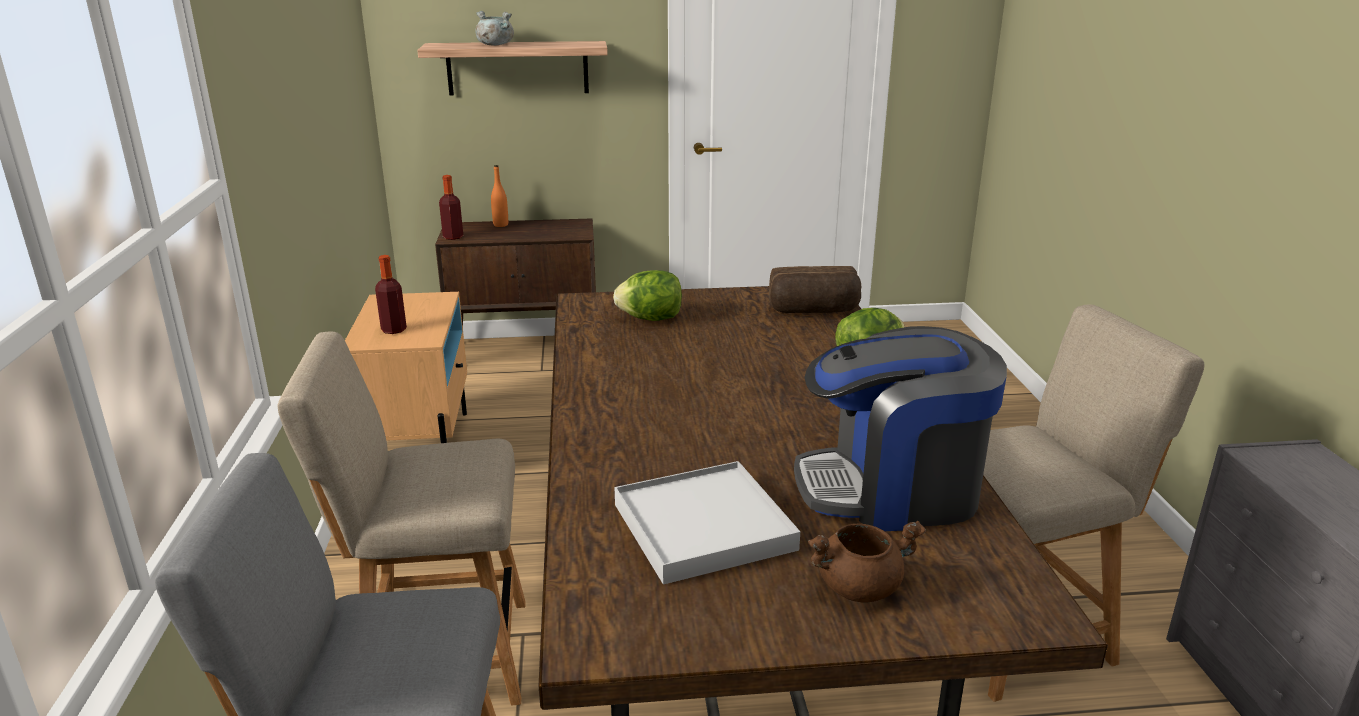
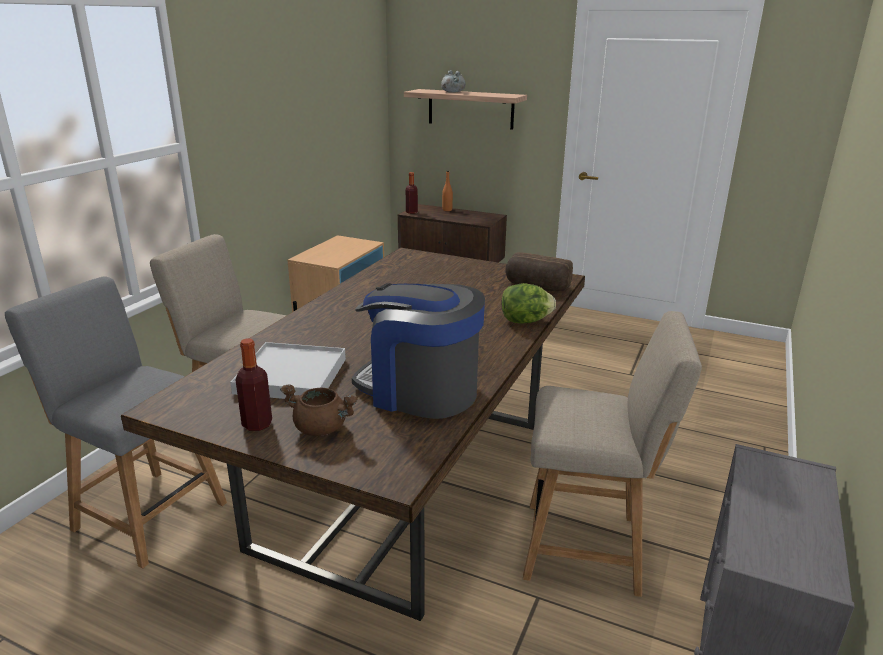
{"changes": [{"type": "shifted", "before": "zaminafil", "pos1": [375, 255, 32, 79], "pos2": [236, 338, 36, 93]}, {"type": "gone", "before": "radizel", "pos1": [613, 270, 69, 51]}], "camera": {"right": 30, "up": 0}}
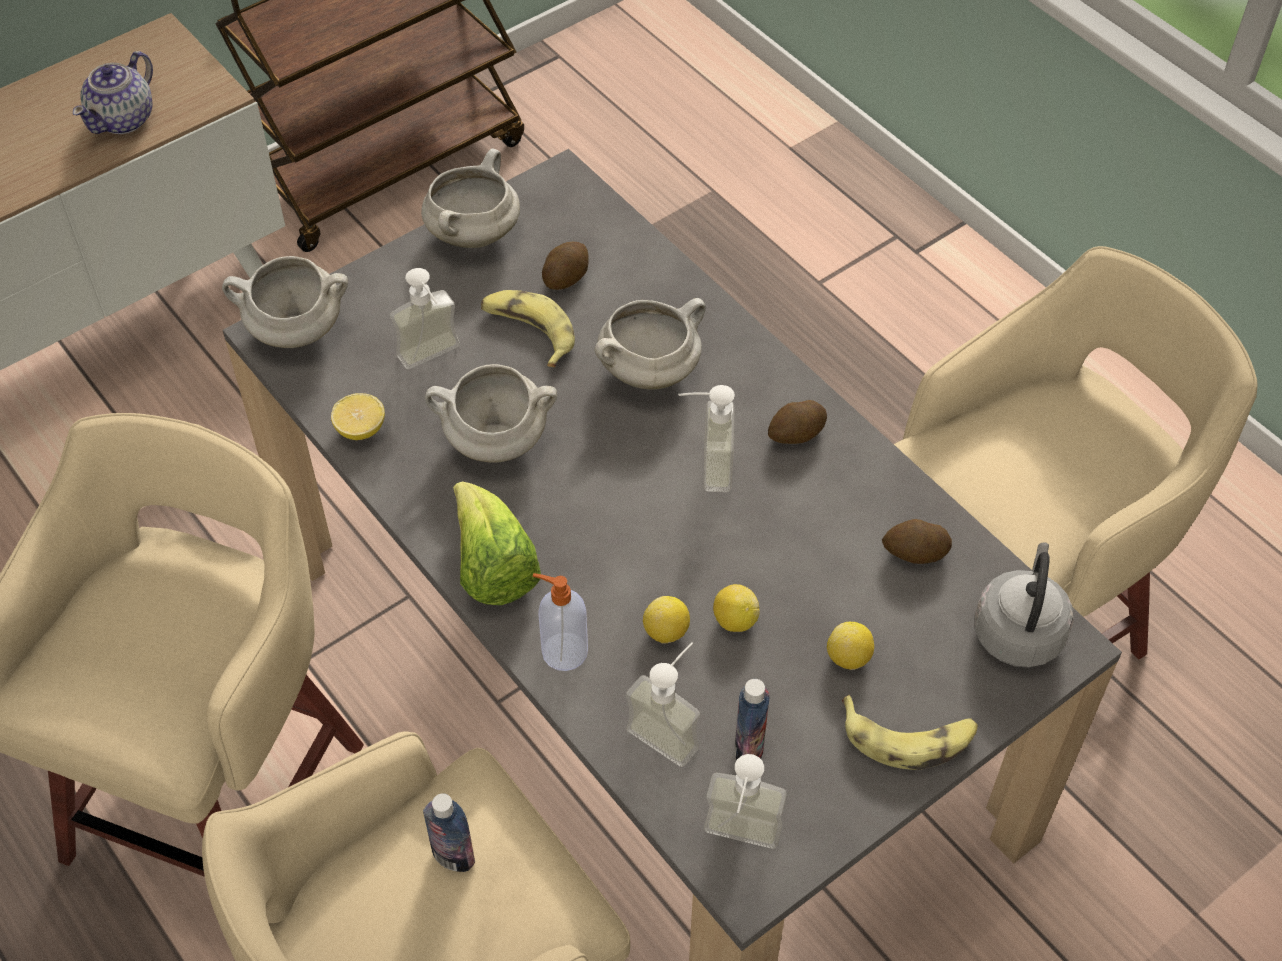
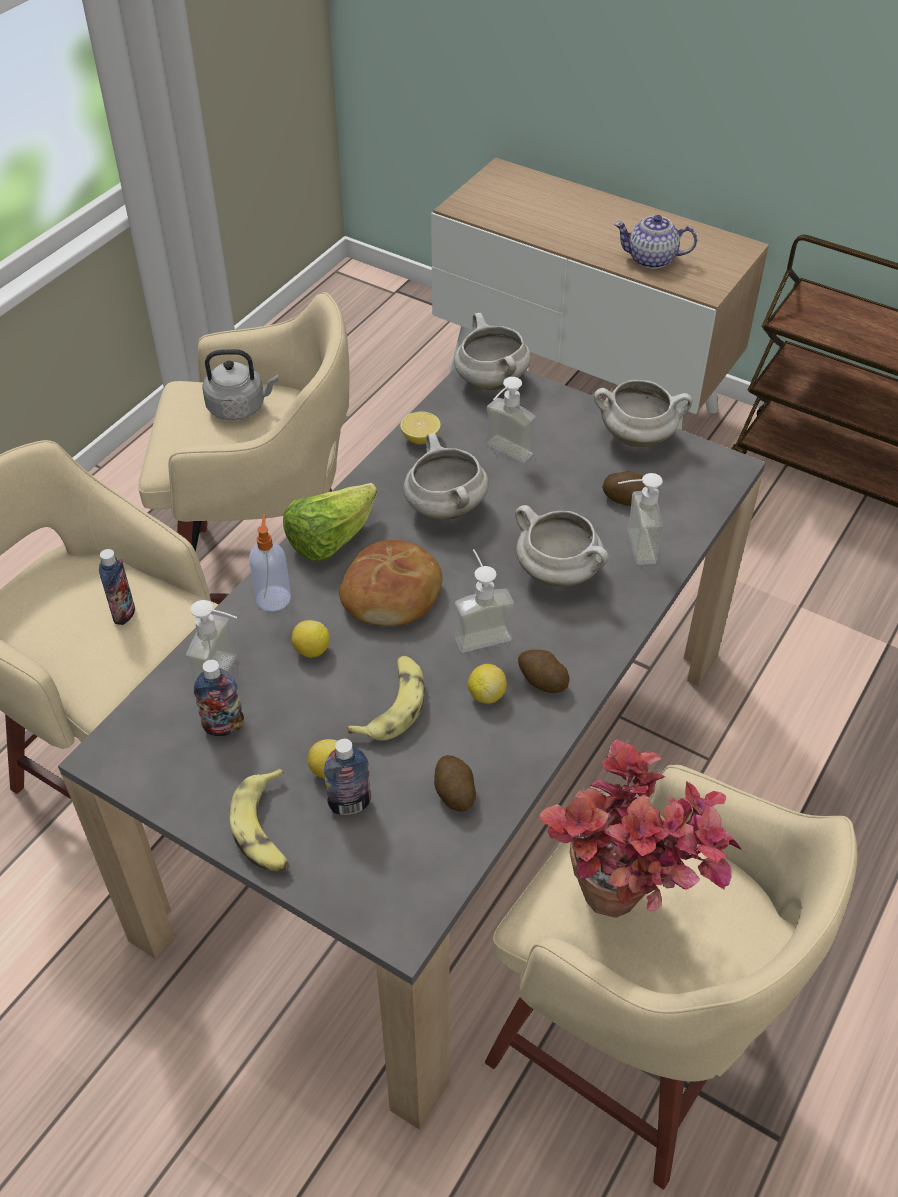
{"changes": [{"type": "shifted", "before": "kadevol", "pos1": [481, 290, 94, 78], "pos2": [347, 656, 77, 85]}, {"type": "shifted", "before": "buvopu", "pos1": [704, 754, 83, 95], "pos2": [618, 473, 45, 92]}, {"type": "shifted", "before": "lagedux", "pos1": [713, 584, 47, 48], "pos2": [468, 664, 39, 40]}, {"type": "shifted", "before": "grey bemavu", "pos1": [974, 542, 99, 125], "pos2": [202, 349, 77, 71]}, {"type": "new", "after": "zaminafil", "pos2": [324, 739, 47, 76]}, {"type": "new", "after": "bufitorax", "pos2": [339, 540, 103, 86]}, {"type": "new", "after": "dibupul", "pos2": [539, 739, 204, 179]}], "camera": {"right": 70, "up": -5}}
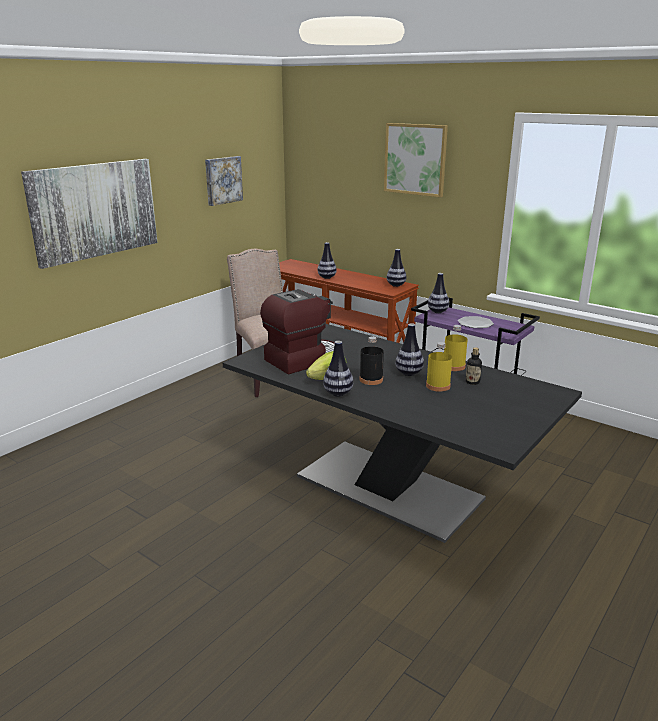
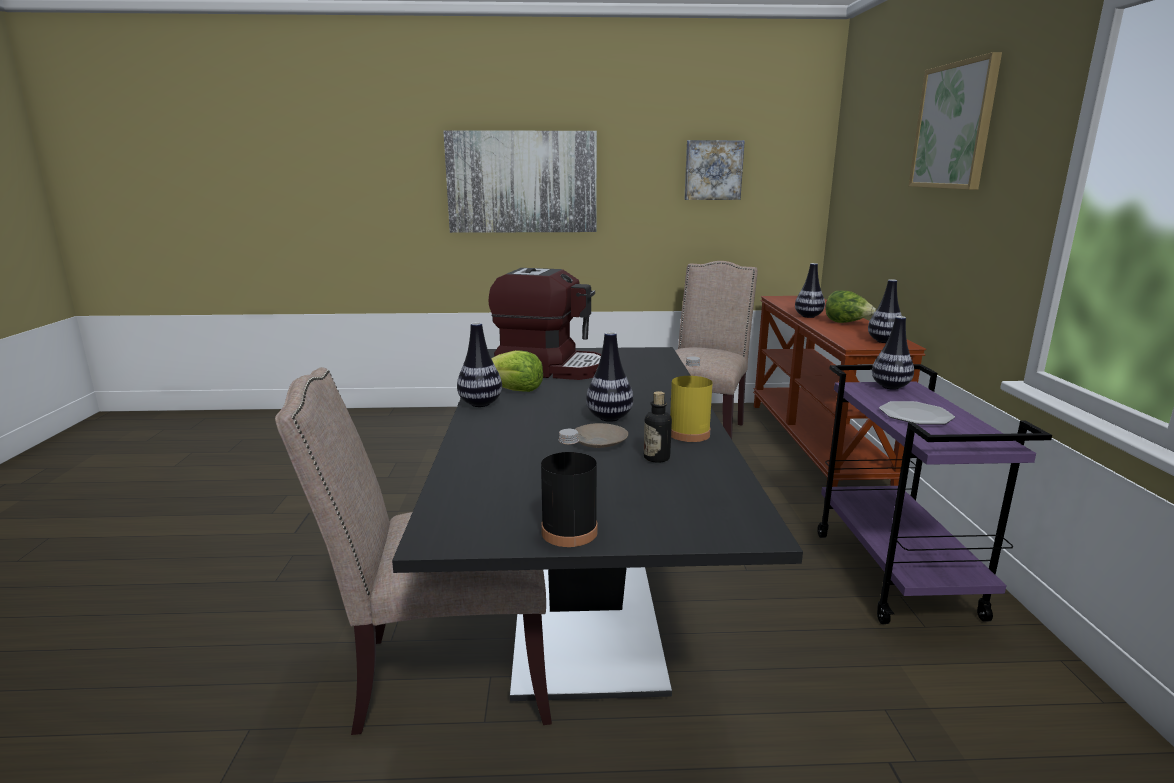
{"changes": [{"type": "shifted", "before": "black zaminafil", "pos1": [360, 336, 24, 49], "pos2": [541, 429, 57, 118]}, {"type": "swapped", "before": "yellow zaminafil", "after": "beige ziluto", "pos1": [426, 342, 26, 50], "pos2": [575, 423, 53, 25]}, {"type": "new", "after": "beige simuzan", "pos2": [275, 367, 277, 368]}, {"type": "new", "after": "radizel", "pos2": [825, 291, 51, 32]}], "camera": {"right": 50, "up": -5}}
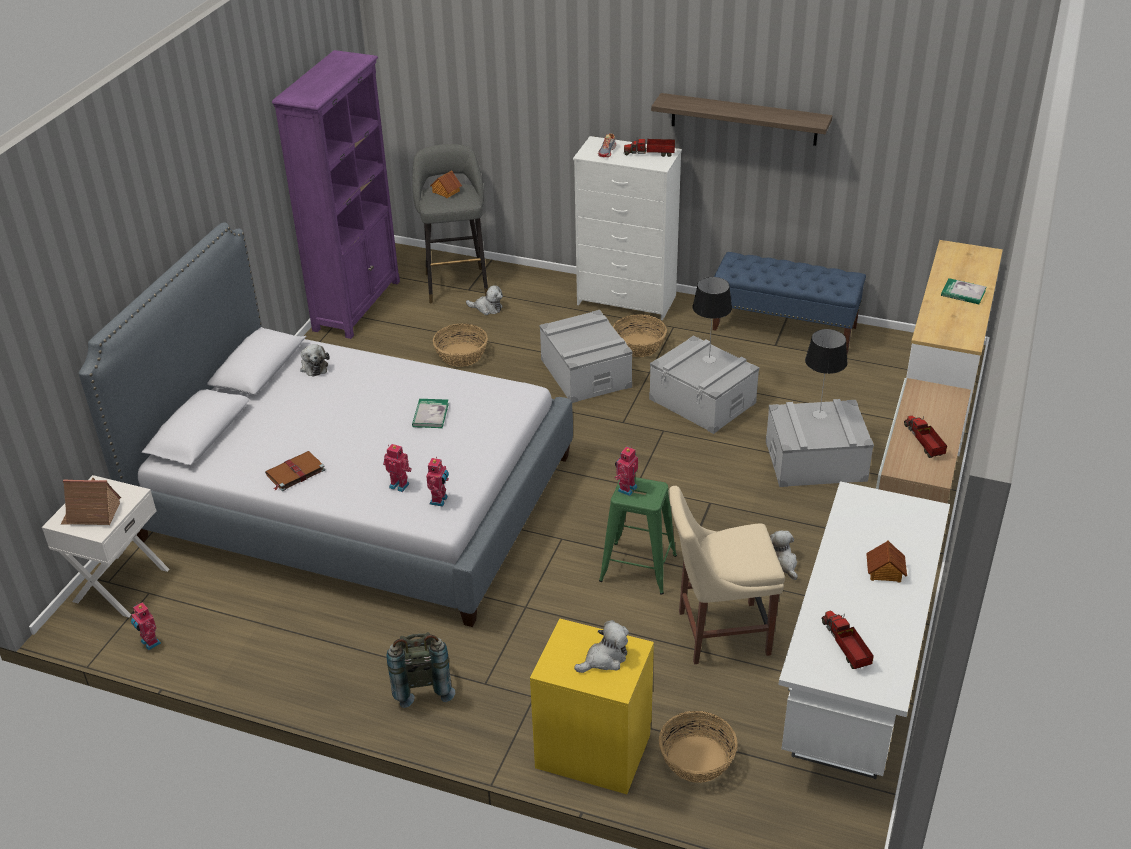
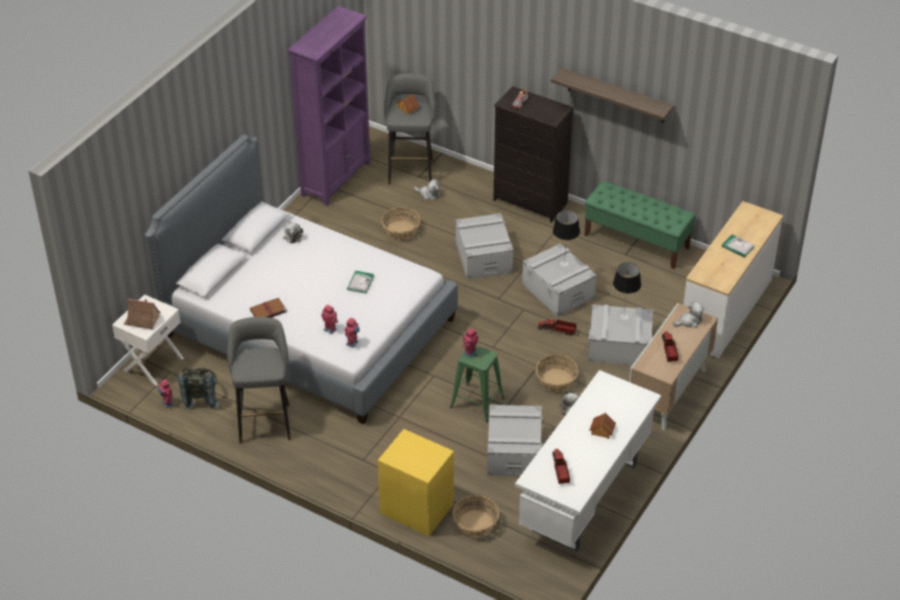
{"changes": [{"type": "shifted", "before": "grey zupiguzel", "pos1": [386, 632, 69, 76], "pos2": [178, 367, 41, 43]}, {"type": "repainted", "before": "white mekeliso", "after": "black mekeliso", "pos1": [573, 136, 109, 184], "pos2": [493, 86, 81, 136]}, {"type": "shifted", "before": "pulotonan", "pos1": [574, 620, 55, 53], "pos2": [673, 302, 31, 26]}, {"type": "shifted", "before": "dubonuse", "pos1": [613, 314, 54, 43], "pos2": [536, 355, 43, 37]}, {"type": "shifted", "before": "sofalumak", "pos1": [624, 139, 51, 18], "pos2": [538, 319, 39, 17]}, {"type": "swapped", "before": "beige simuzan", "after": "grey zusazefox", "pos1": [668, 486, 117, 178], "pos2": [487, 404, 57, 72]}, {"type": "repainted", "before": "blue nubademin", "after": "green nubademin", "pos1": [713, 252, 153, 102], "pos2": [585, 181, 111, 88]}, {"type": "new", "after": "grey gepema", "pos2": [227, 317, 64, 127]}], "camera": {"right": 10, "up": 5}}
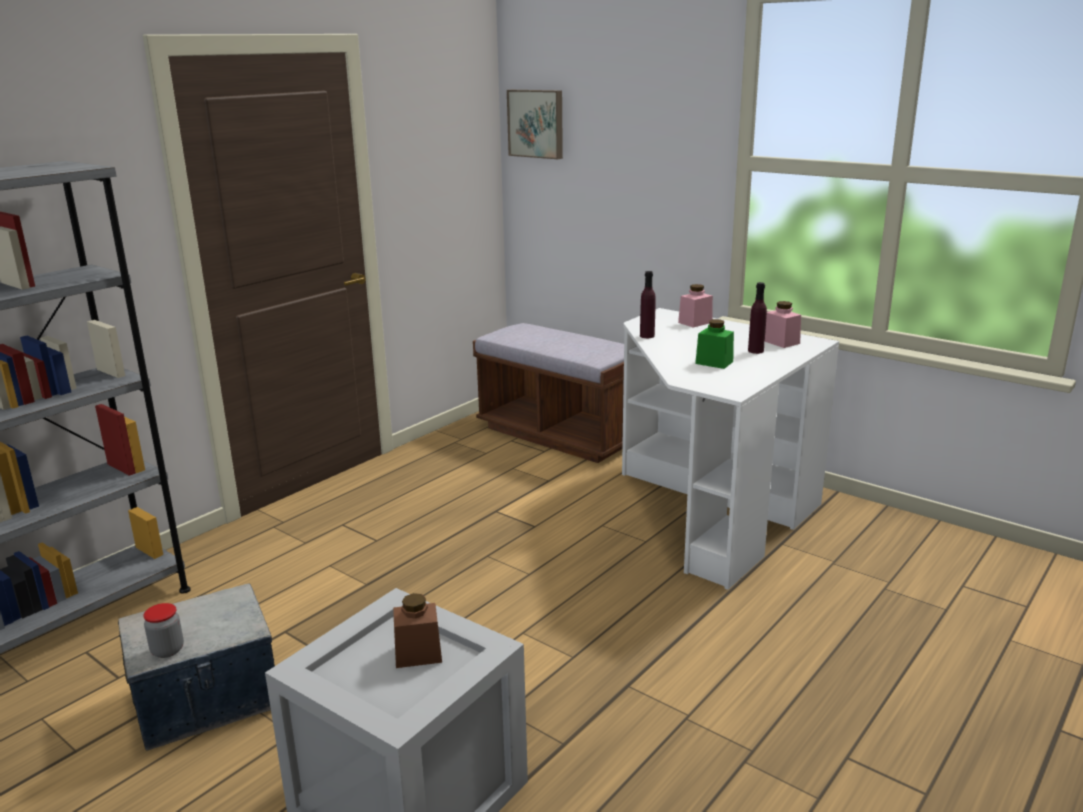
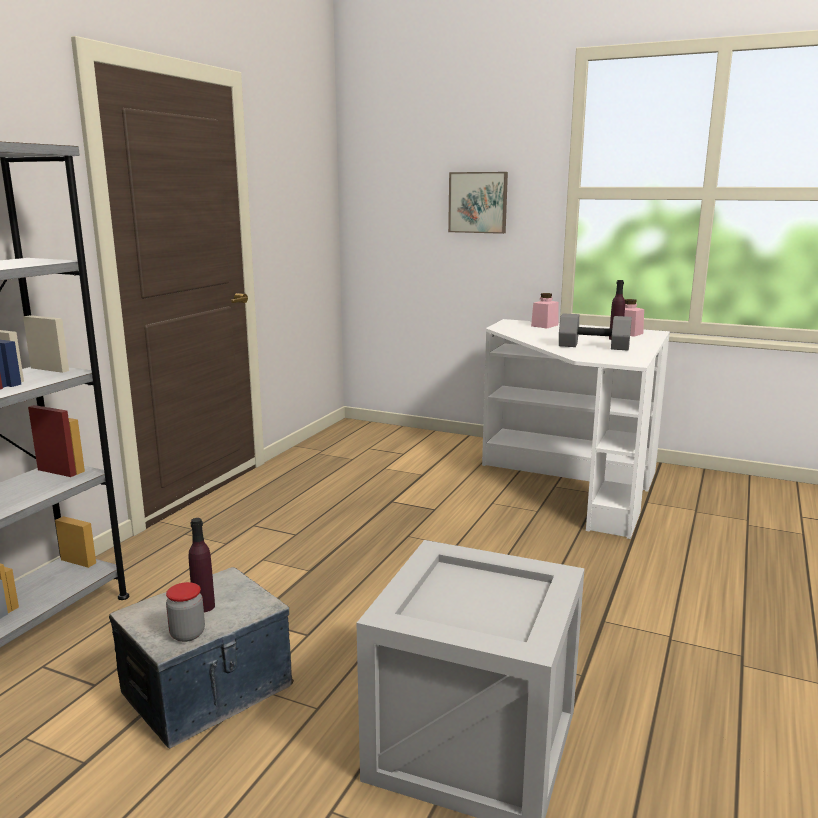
{"changes": [{"type": "gone", "before": "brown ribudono", "pos1": [393, 593, 49, 75]}, {"type": "gone", "before": "brown nubademin", "pos1": [473, 323, 151, 140]}, {"type": "shifted", "before": "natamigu", "pos1": [507, 90, 56, 69], "pos2": [448, 172, 60, 62]}, {"type": "shifted", "before": "purple zaminafil", "pos1": [640, 271, 16, 67], "pos2": [188, 518, 27, 94]}, {"type": "swapped", "before": "green ribudono", "after": "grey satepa", "pos1": [695, 319, 39, 50], "pos2": [559, 313, 73, 37]}], "camera": {"right": -15, "up": -5}}
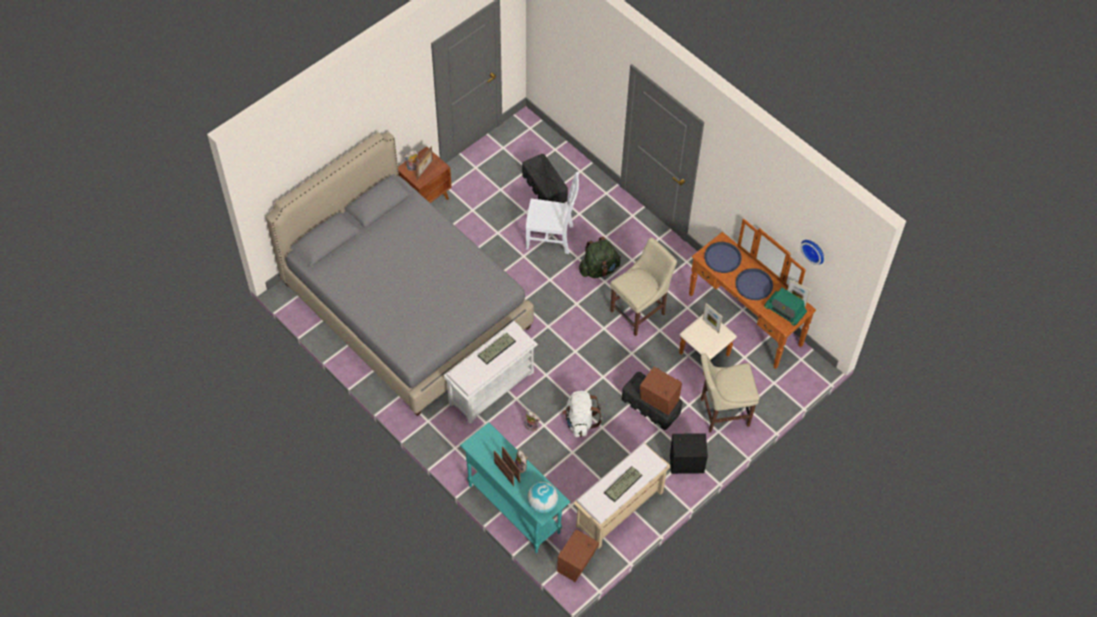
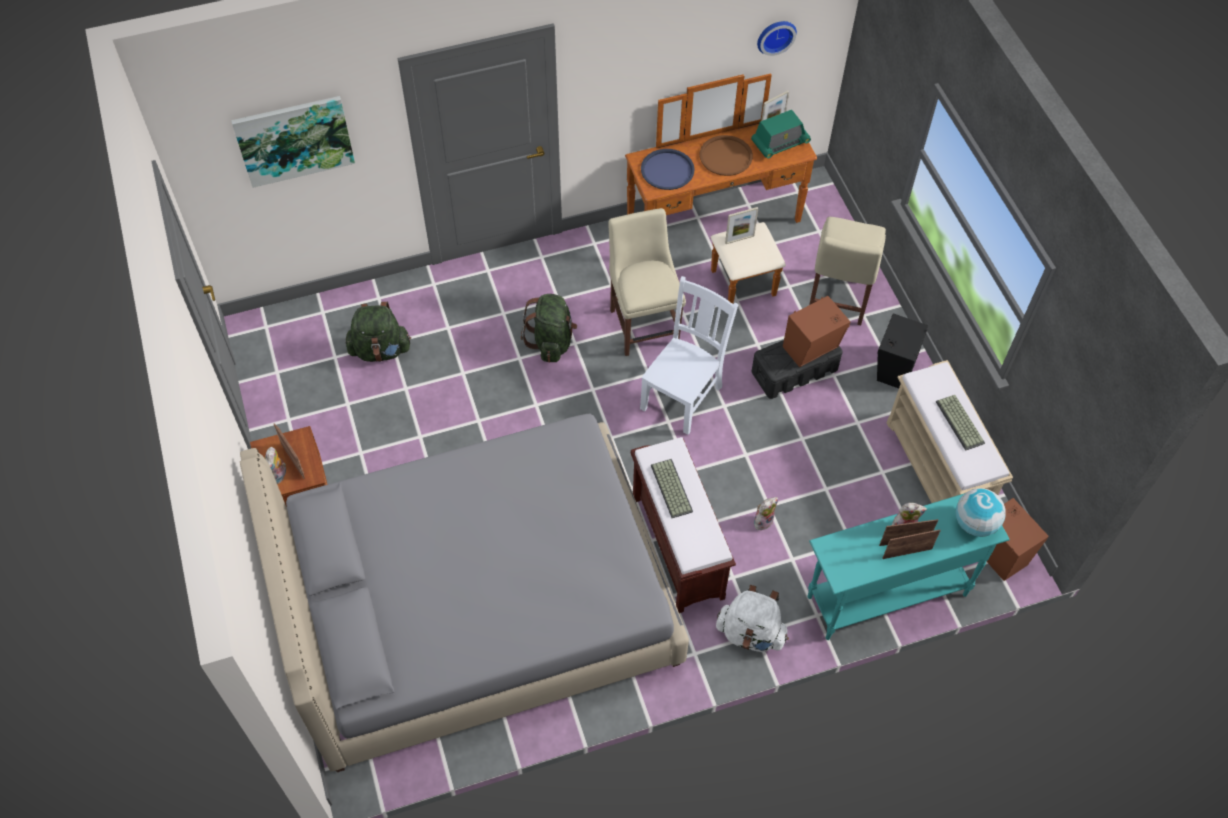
{"changes": [{"type": "repainted", "before": "white nubademin", "after": "brown nubademin", "pos1": [444, 321, 94, 103], "pos2": [631, 437, 105, 176]}, {"type": "swapped", "before": "black zusazefox", "after": "green zupiguzel", "pos1": [522, 154, 46, 49], "pos2": [345, 302, 66, 60]}, {"type": "shifted", "before": "white simuzan", "pos1": [526, 172, 53, 82], "pos2": [640, 276, 98, 159]}, {"type": "shifted", "before": "white zupiguzel", "pos1": [562, 391, 40, 46], "pos2": [716, 585, 73, 67]}, {"type": "repainted", "before": "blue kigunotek", "after": "brown kigunotek", "pos1": [735, 268, 38, 32], "pos2": [700, 135, 53, 41]}, {"type": "new", "after": "natamigu", "pos2": [231, 96, 124, 92]}], "camera": {"right": -65, "up": 0}}
